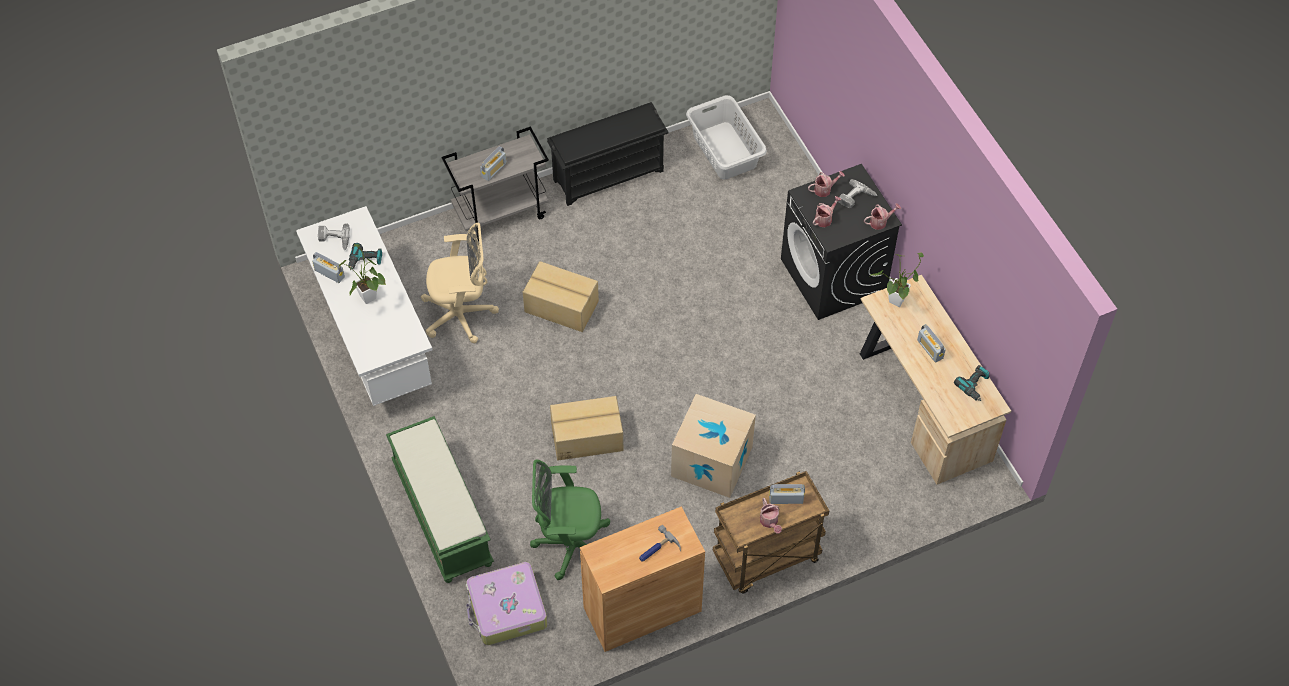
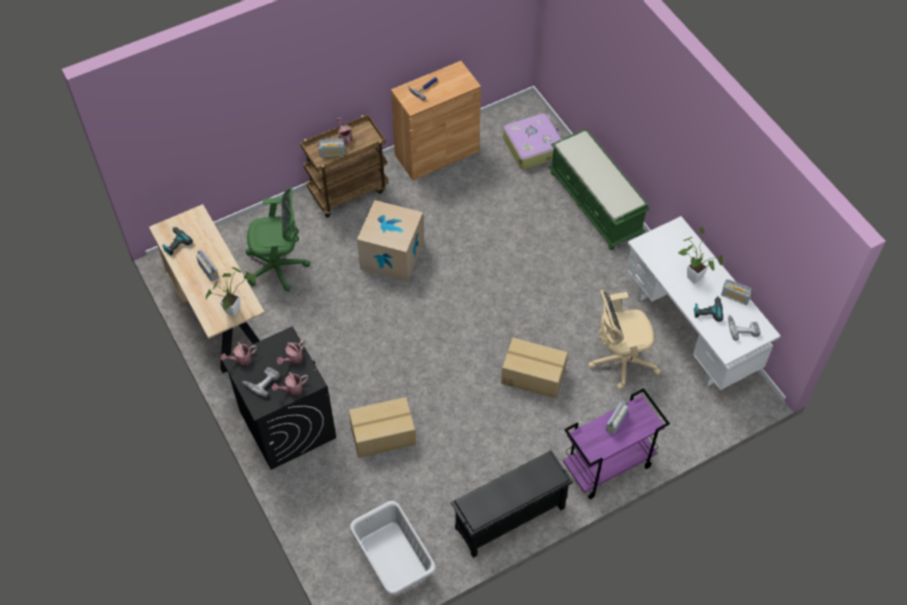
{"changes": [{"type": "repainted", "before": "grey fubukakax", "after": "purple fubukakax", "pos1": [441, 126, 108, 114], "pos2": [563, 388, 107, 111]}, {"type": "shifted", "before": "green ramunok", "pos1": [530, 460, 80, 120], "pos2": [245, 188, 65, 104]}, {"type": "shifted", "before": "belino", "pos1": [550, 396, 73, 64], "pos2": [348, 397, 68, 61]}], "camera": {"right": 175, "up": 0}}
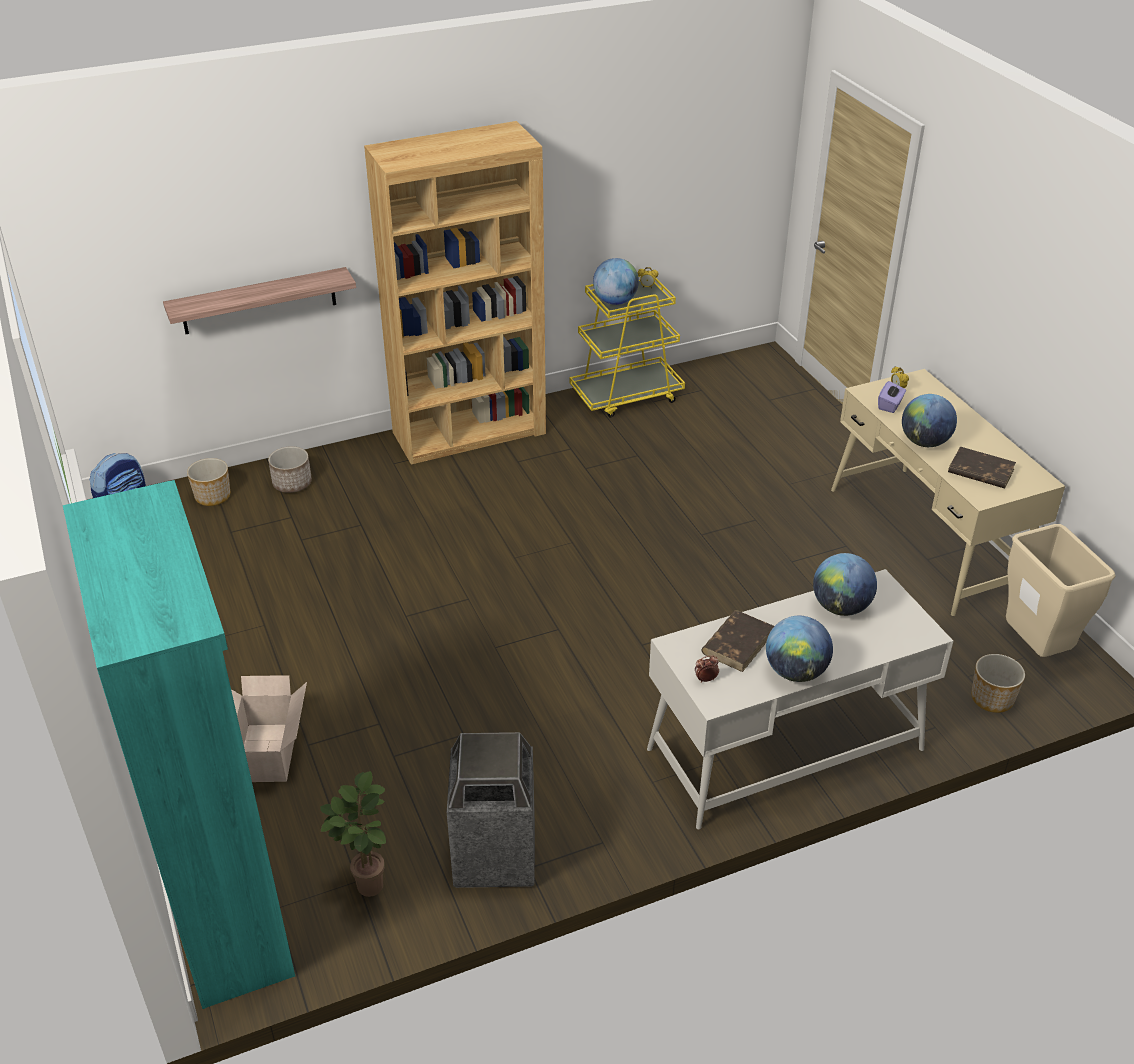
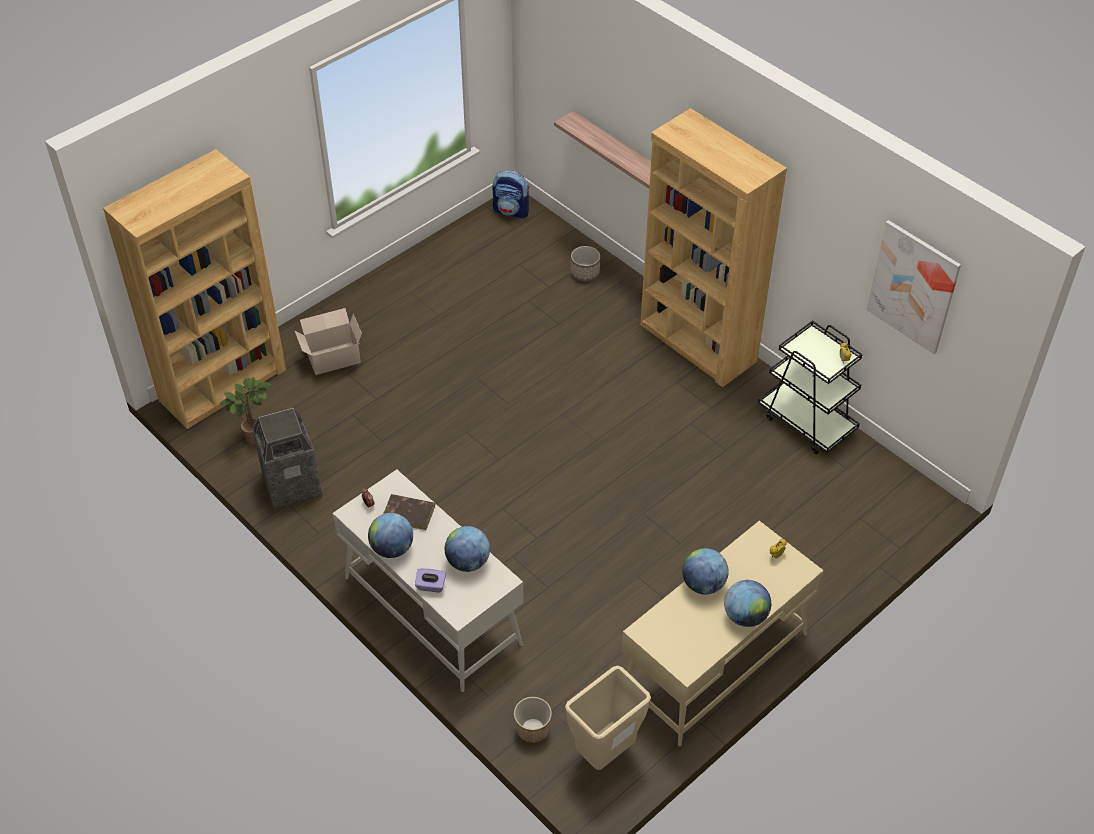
{"changes": [{"type": "repainted", "before": "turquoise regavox", "after": "brown regavox", "pos1": [63, 480, 232, 529], "pos2": [103, 149, 183, 280]}, {"type": "gone", "before": "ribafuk", "pos1": [187, 458, 43, 48]}, {"type": "repainted", "before": "yellow fubukakax", "after": "black fubukakax", "pos1": [570, 276, 115, 141], "pos2": [758, 320, 104, 134]}, {"type": "shifted", "before": "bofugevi", "pos1": [593, 258, 46, 47], "pos2": [724, 580, 47, 47]}, {"type": "shifted", "before": "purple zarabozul", "pos1": [878, 381, 28, 32], "pos2": [415, 568, 31, 25]}, {"type": "gone", "before": "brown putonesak", "pos1": [948, 446, 68, 43]}, {"type": "new", "after": "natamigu", "pos2": [866, 220, 95, 134]}], "camera": {"right": 70, "up": 10}}
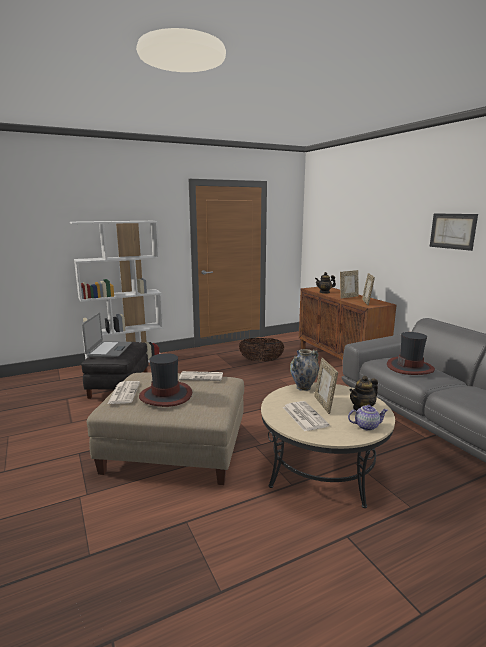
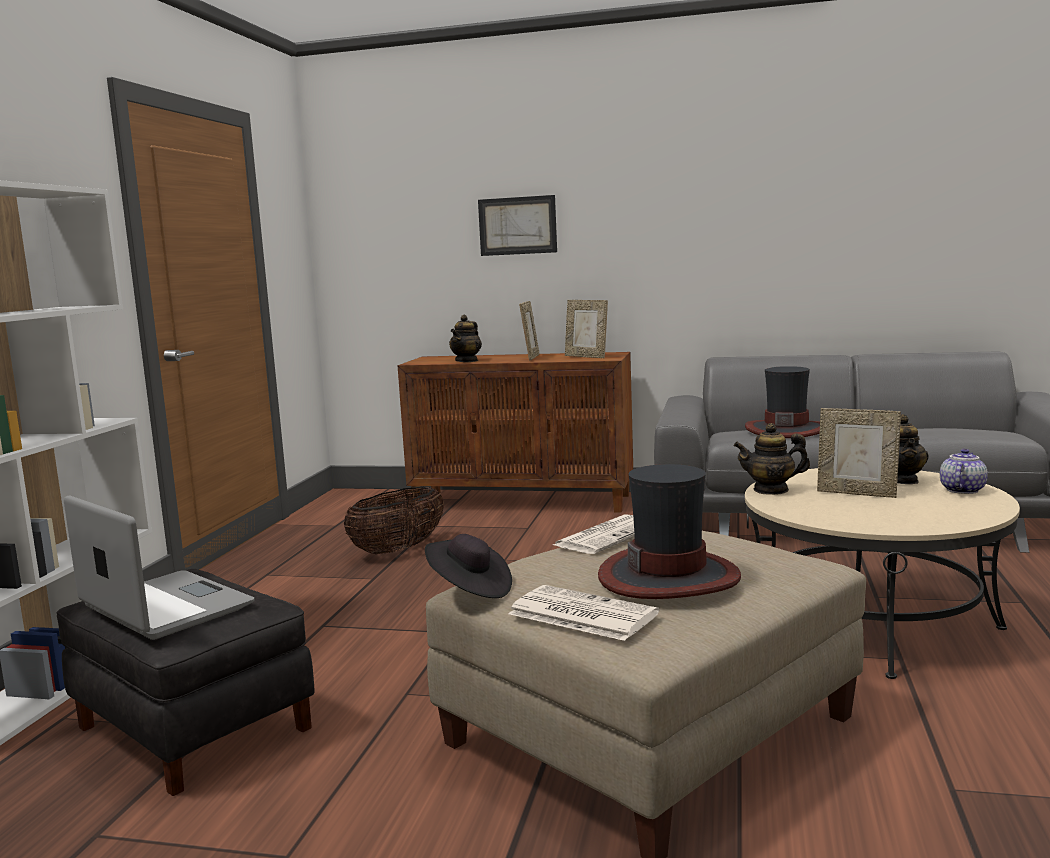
{"changes": [{"type": "gone", "before": "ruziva", "pos1": [283, 401, 47, 30]}, {"type": "swapped", "before": "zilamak", "after": "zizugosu", "pos1": [290, 349, 29, 42], "pos2": [734, 423, 76, 72]}, {"type": "shifted", "before": "natamigu", "pos1": [430, 213, 48, 38], "pos2": [478, 195, 79, 61]}, {"type": "new", "after": "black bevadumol", "pos2": [425, 534, 87, 64]}], "camera": {"right": -50, "up": -5}}
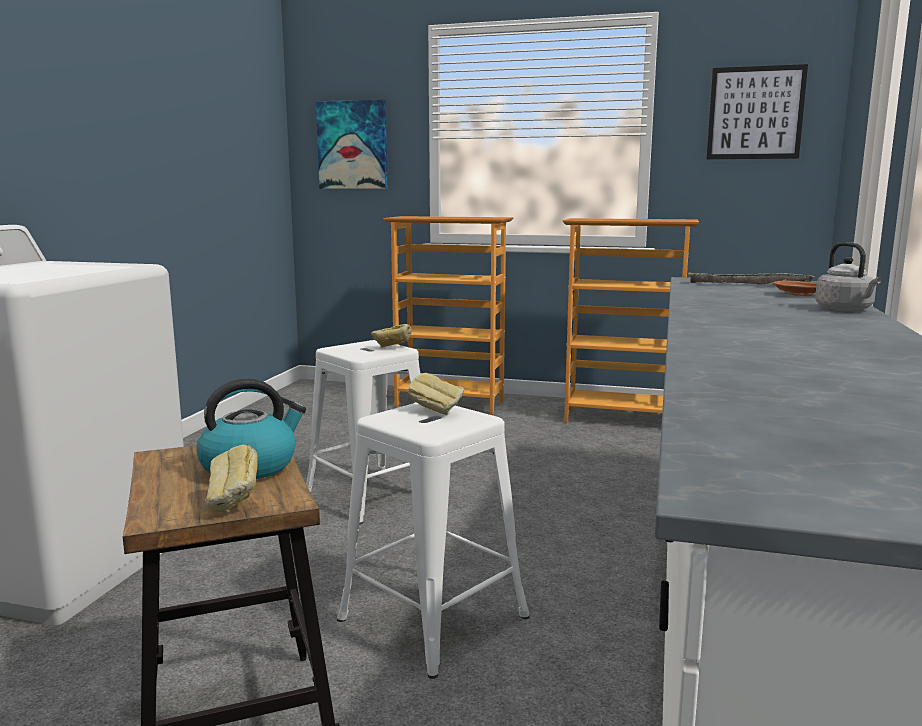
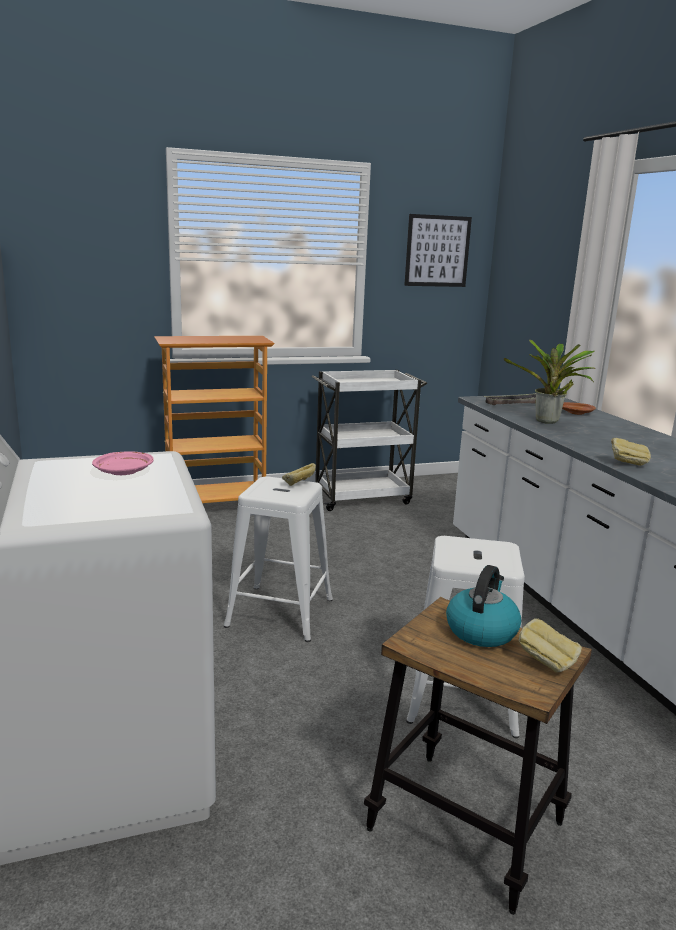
{"changes": [{"type": "gone", "before": "natamigu", "pos1": [316, 99, 72, 90]}, {"type": "shifted", "before": "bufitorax", "pos1": [408, 373, 56, 42], "pos2": [611, 438, 40, 28]}, {"type": "swapped", "before": "regavox", "after": "white fubukakax", "pos1": [563, 218, 136, 205], "pos2": [312, 370, 115, 141]}, {"type": "gone", "before": "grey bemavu", "pos1": [815, 242, 66, 69]}, {"type": "new", "after": "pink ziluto", "pos2": [92, 451, 62, 24]}, {"type": "new", "after": "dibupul", "pos2": [504, 339, 91, 85]}], "camera": {"right": -35, "up": 5}}
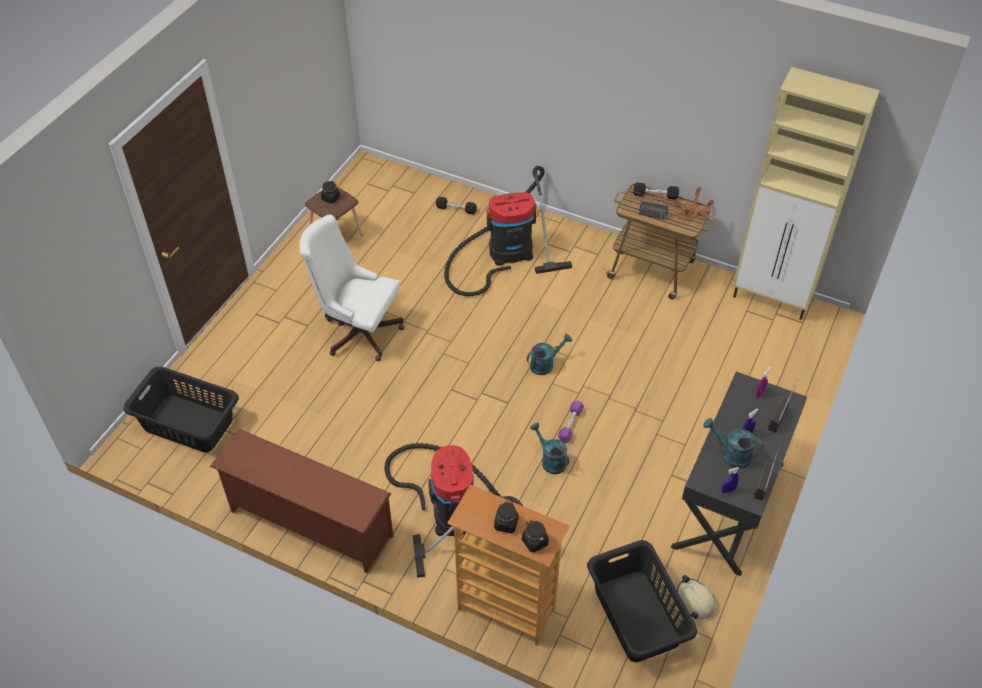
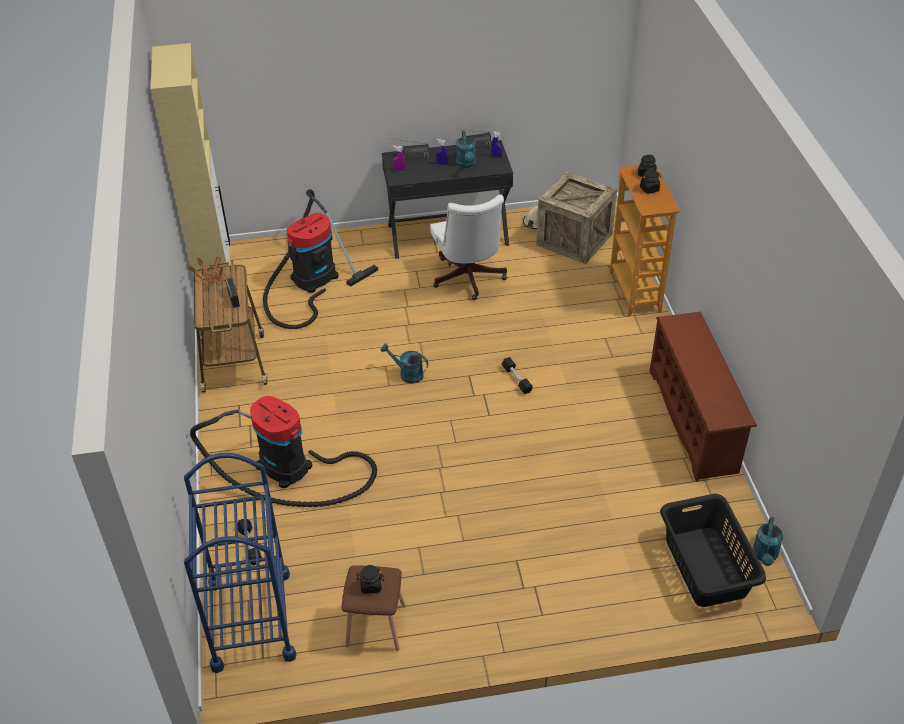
{"changes": [{"type": "shifted", "before": "white ramunok", "pos1": [299, 214, 106, 147], "pos2": [430, 195, 77, 105]}, {"type": "shifted", "before": "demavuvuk", "pos1": [384, 443, 139, 135], "pos2": [263, 189, 115, 140]}, {"type": "shifted", "before": "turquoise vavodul", "pos1": [530, 423, 39, 51], "pos2": [753, 517, 30, 49]}, {"type": "gone", "before": "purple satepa", "pos1": [558, 400, 26, 43]}, {"type": "swapped", "before": "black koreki", "after": "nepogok", "pos1": [587, 540, 110, 122], "pos2": [536, 171, 81, 93]}, {"type": "shifted", "before": "black satepa", "pos1": [633, 183, 46, 17], "pos2": [501, 357, 32, 37]}, {"type": "new", "after": "blue fubukakax", "pos2": [184, 453, 112, 220]}], "camera": {"right": -125, "up": -5}}
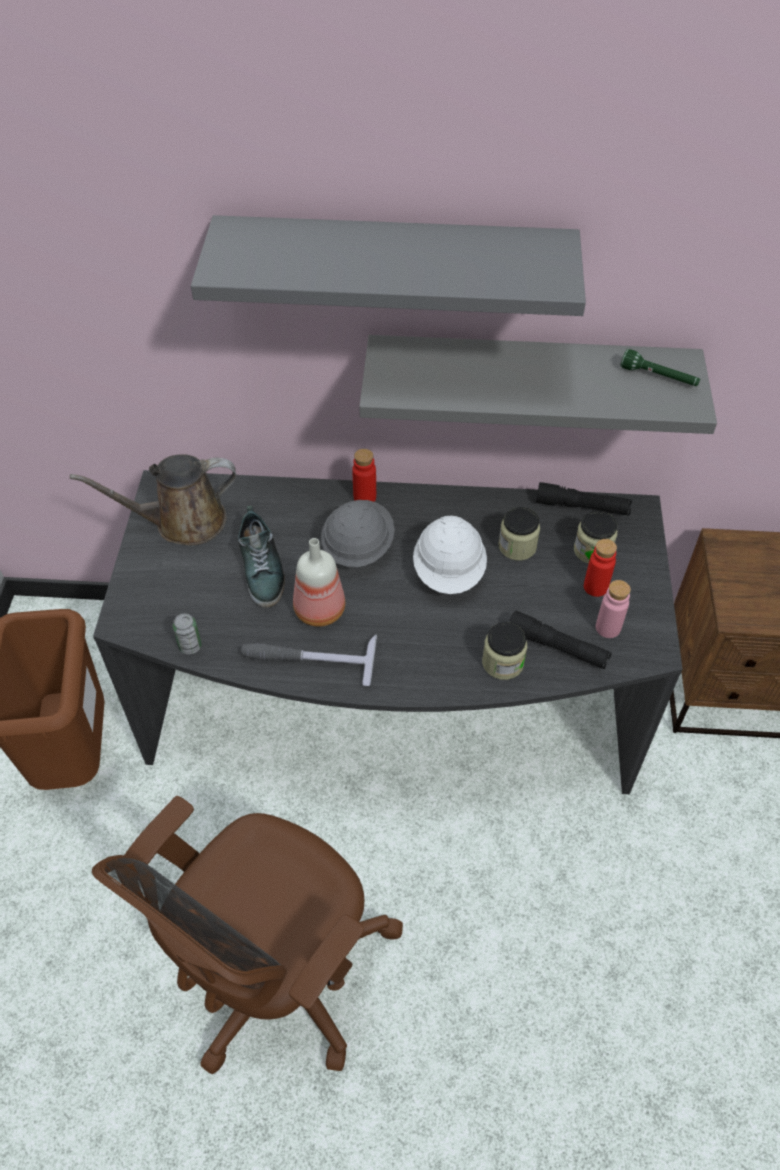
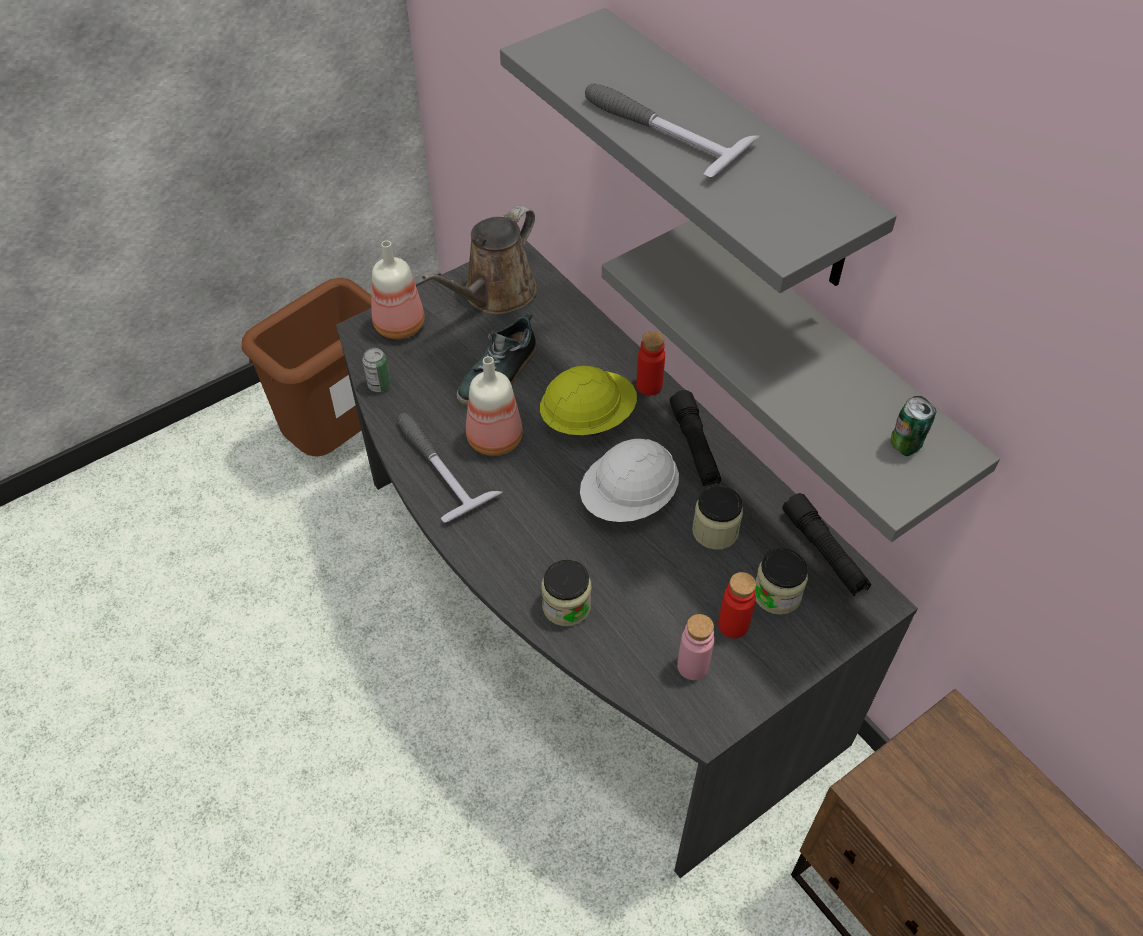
{"changes": [{"type": "rotated", "before": "brown vavodul", "pos1": [70, 454, 166, 91], "pos2": [422, 206, 115, 109], "turn": -90}, {"type": "gone", "before": "brown ramunok", "pos1": [92, 796, 311, 278]}, {"type": "repainted", "before": "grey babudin", "after": "yellow babudin", "pos1": [321, 500, 74, 67], "pos2": [540, 366, 97, 71]}, {"type": "shifted", "before": "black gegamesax", "pos1": [510, 611, 102, 58], "pos2": [670, 390, 51, 96]}, {"type": "swapped", "before": "green gegamesax", "after": "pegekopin", "pos1": [620, 349, 80, 37], "pos2": [891, 396, 46, 60]}, {"type": "new", "after": "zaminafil", "pos2": [372, 241, 53, 98]}, {"type": "new", "after": "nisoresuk", "pos2": [585, 83, 174, 94]}], "camera": {"right": 50, "up": 0}}
